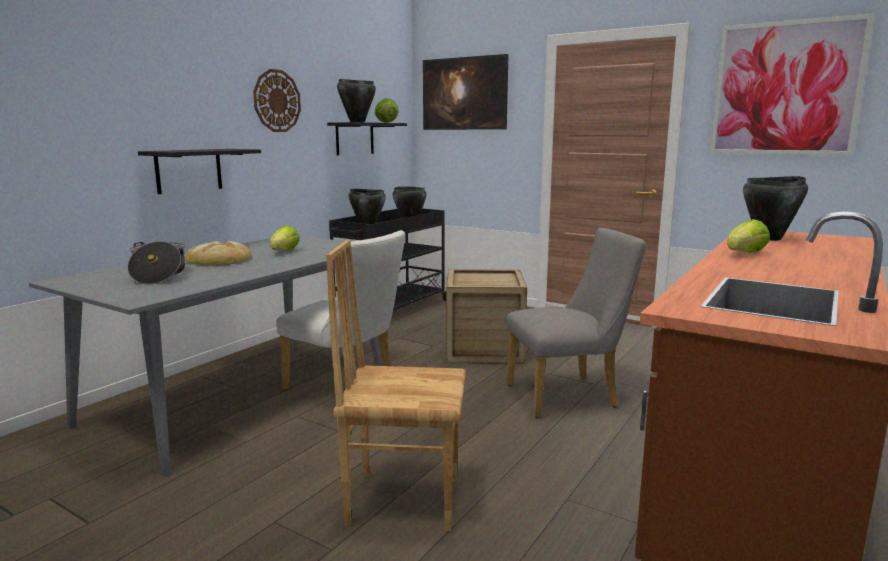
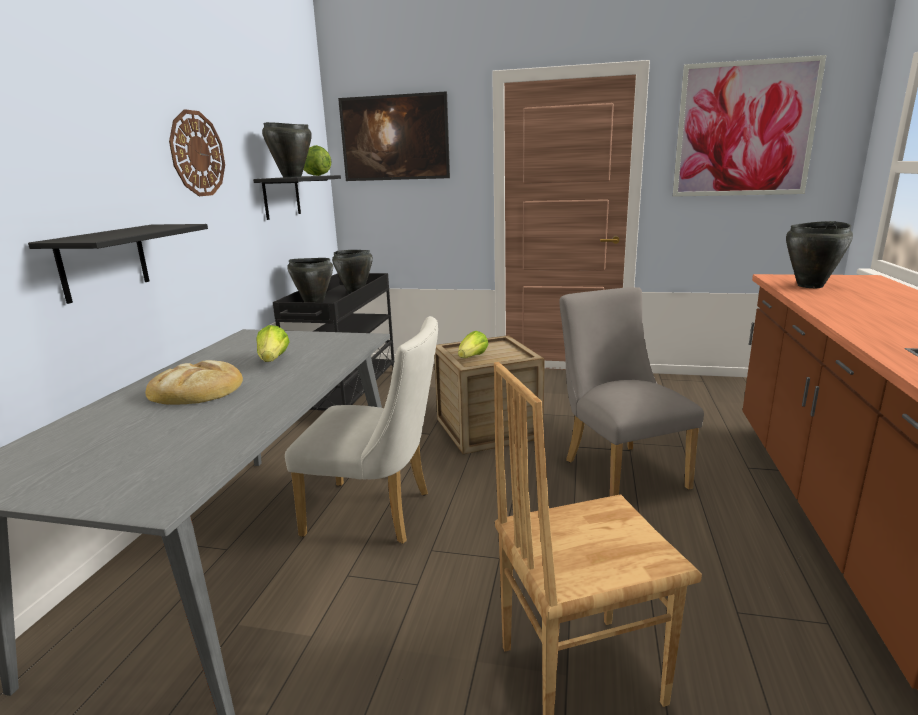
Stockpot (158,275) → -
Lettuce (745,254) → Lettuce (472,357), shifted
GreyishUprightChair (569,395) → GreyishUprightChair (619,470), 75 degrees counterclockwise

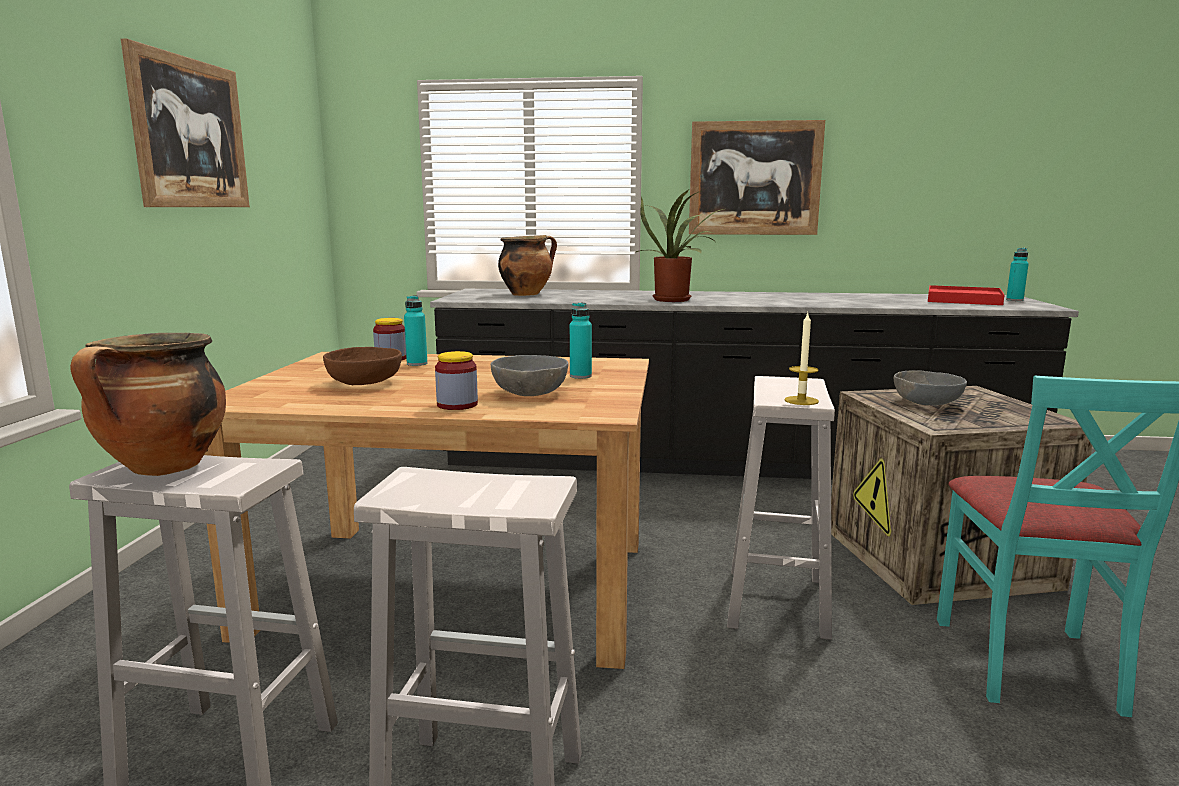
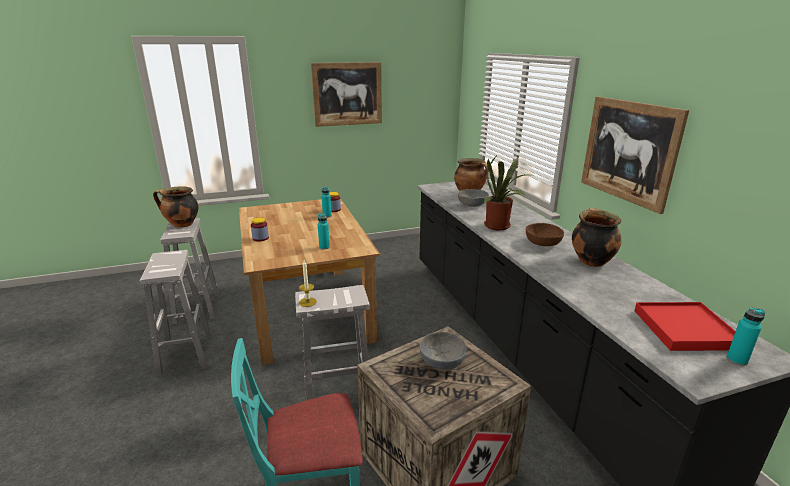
- → Stockpot (591,261)
BrownBowl (364,383) → BrownBowl (542,243), shifted
GreyishBowl (530,393) → GreyishBowl (472,205), shifted

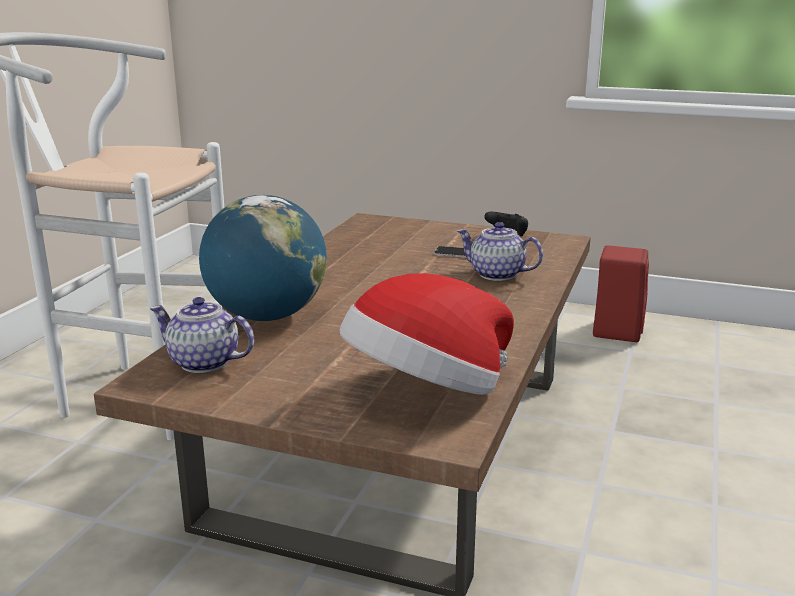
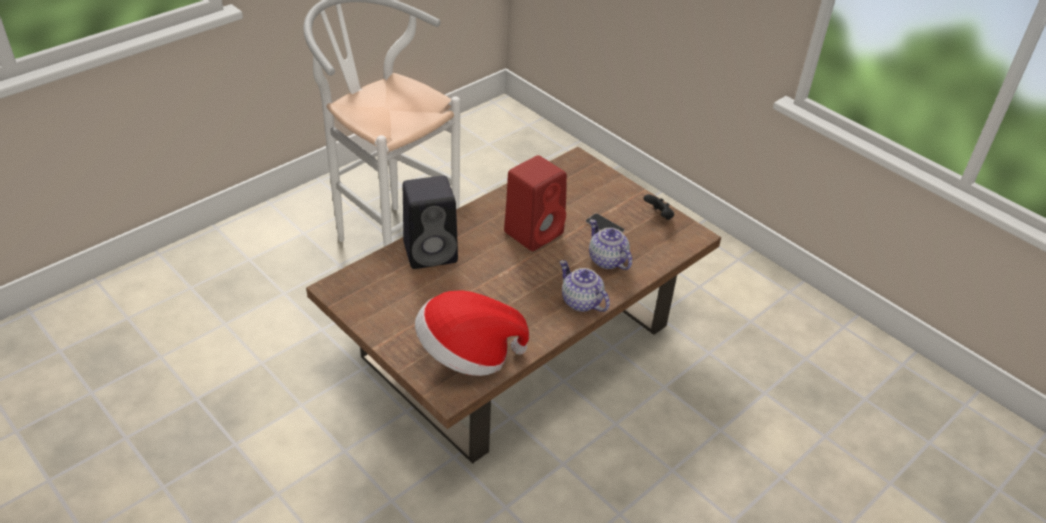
Teapot (203,362) → Teapot (580,301), shifted
RedLoudspeaker (617,330) → RedLoudspeaker (534,232), shifted
Globe (267,316) → BlackishLoudspeaker (432,252)

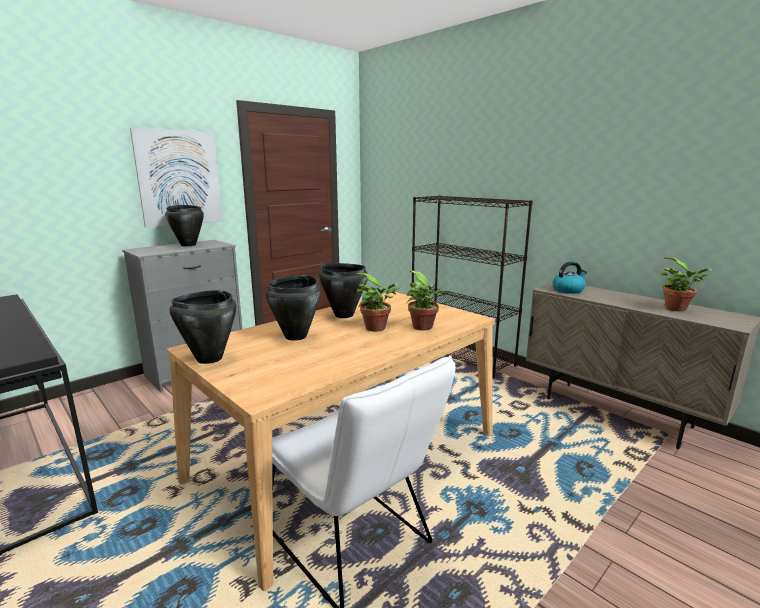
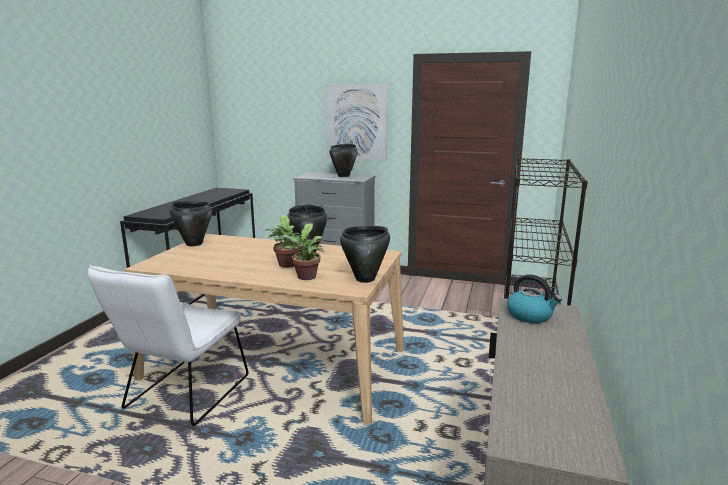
PottedPlant (678,309) → -
BlackishStockpot (296,336) → BlackishStockpot (365,279), shifted

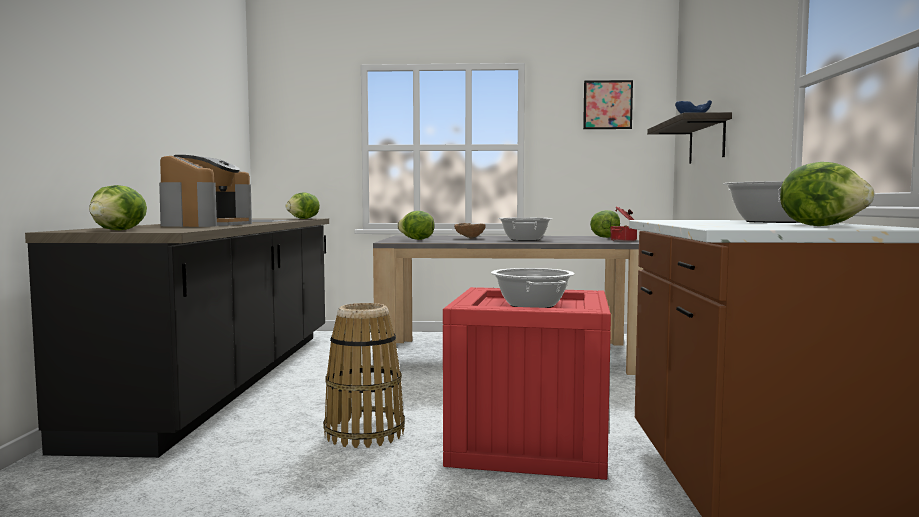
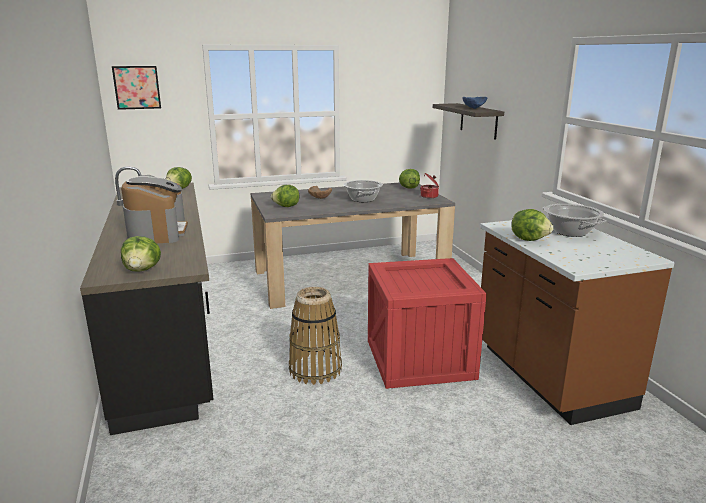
Stockpot (532,305) → -
Picture (607,105) → Picture (137,87), shifted
Lettuce (822,226) → Lettuce (529,239), shifted

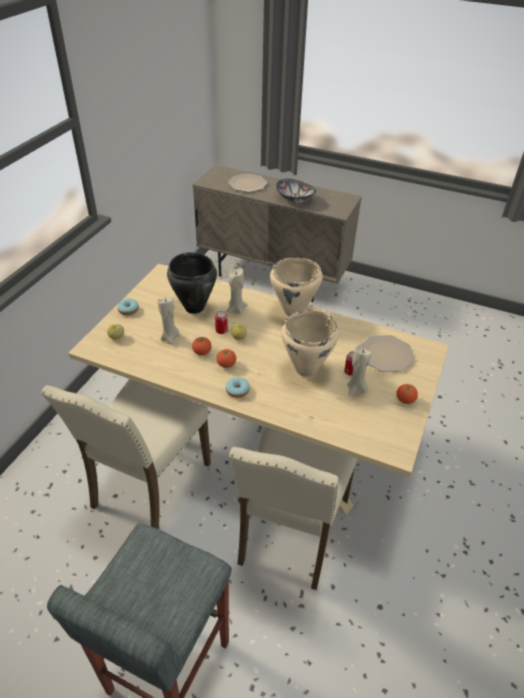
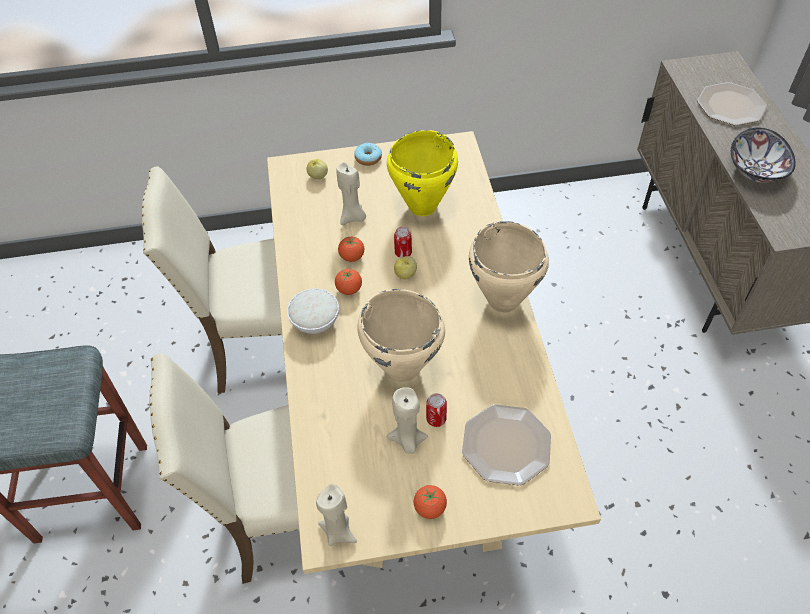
BeigeWaxCandle (236,309) → BeigeWaxCandle (338,531), shifted
Doughnut (237,390) → WhiteColouredBowl (315,322)
BlackishStockpot (194,308) → YellowishStockpot (422,206)

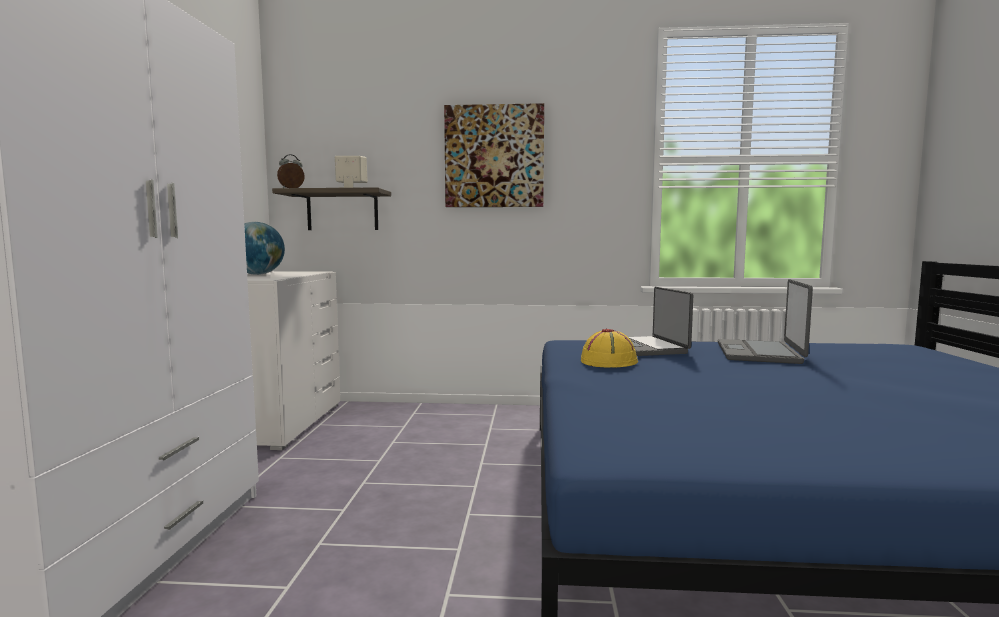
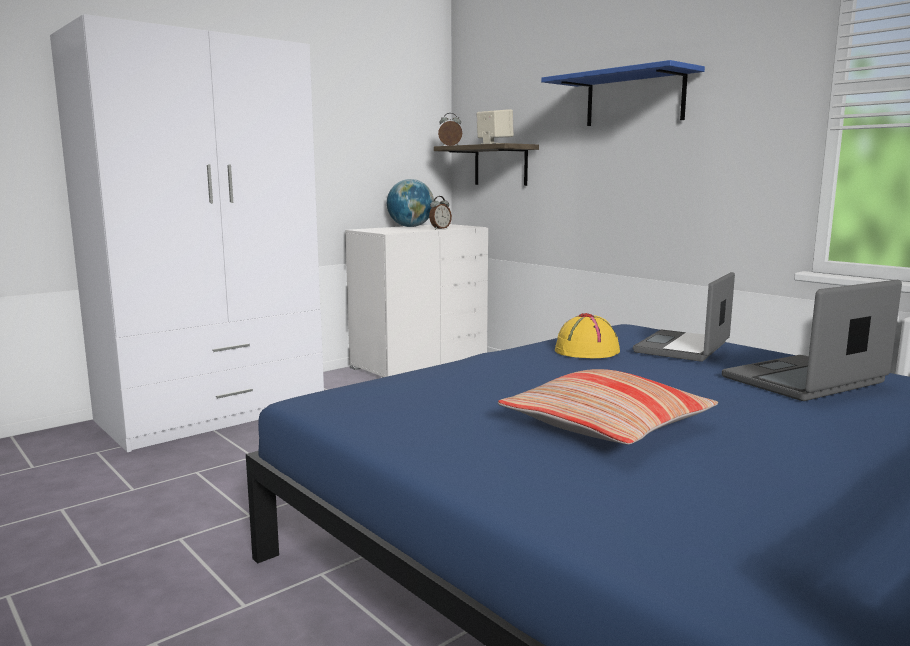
- → BedsideClock (440,228)
- → Cushion (606,426)
Picture (494,157) → BluishShelf (634,99)

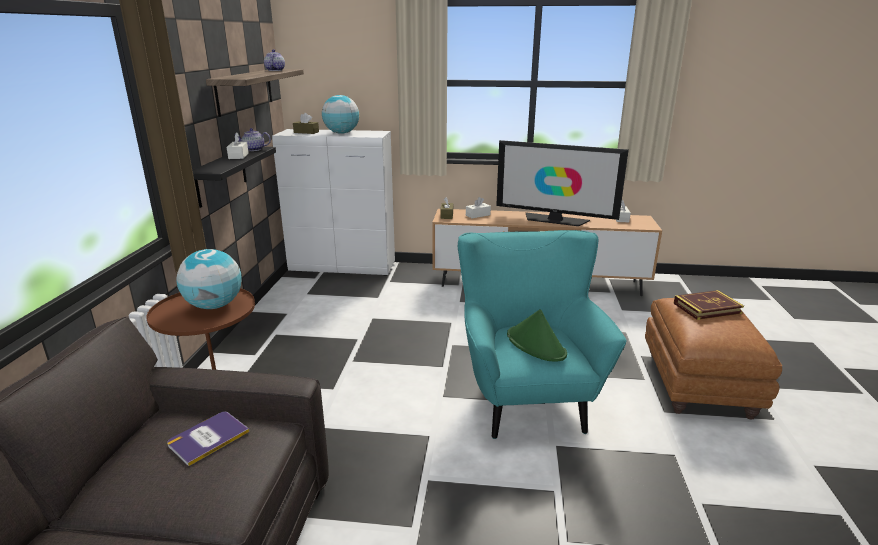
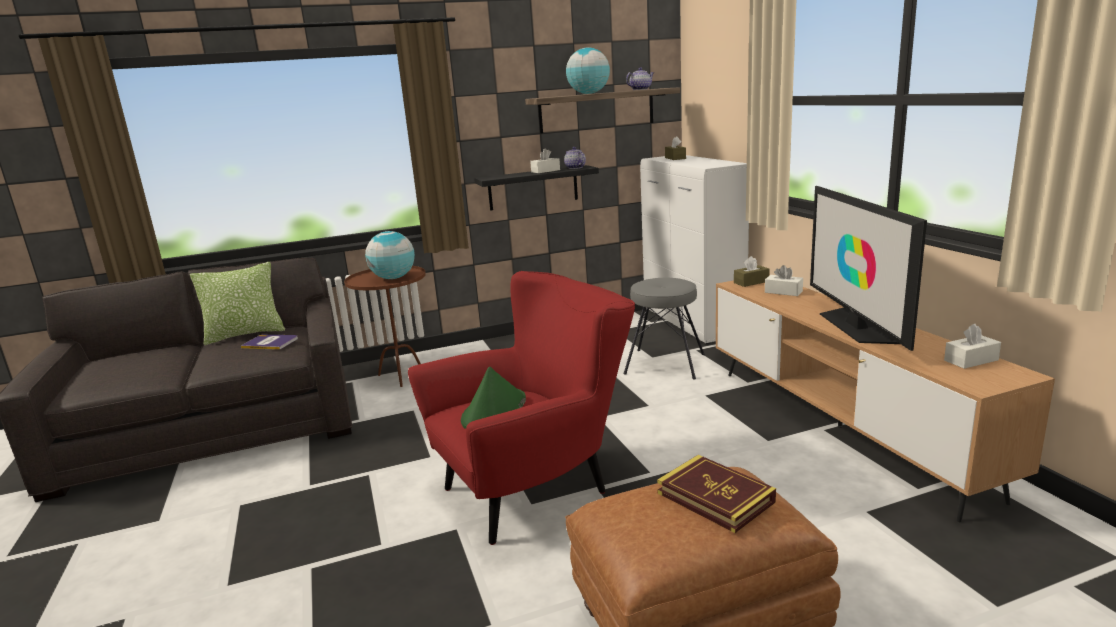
- → Cushion (245,334)
- → GreyishSittingStool (665,363)
Globe (341,133) → Globe (588,93), shifted
TurquoiseArmchair (525,395) → RedArmchair (537,487)

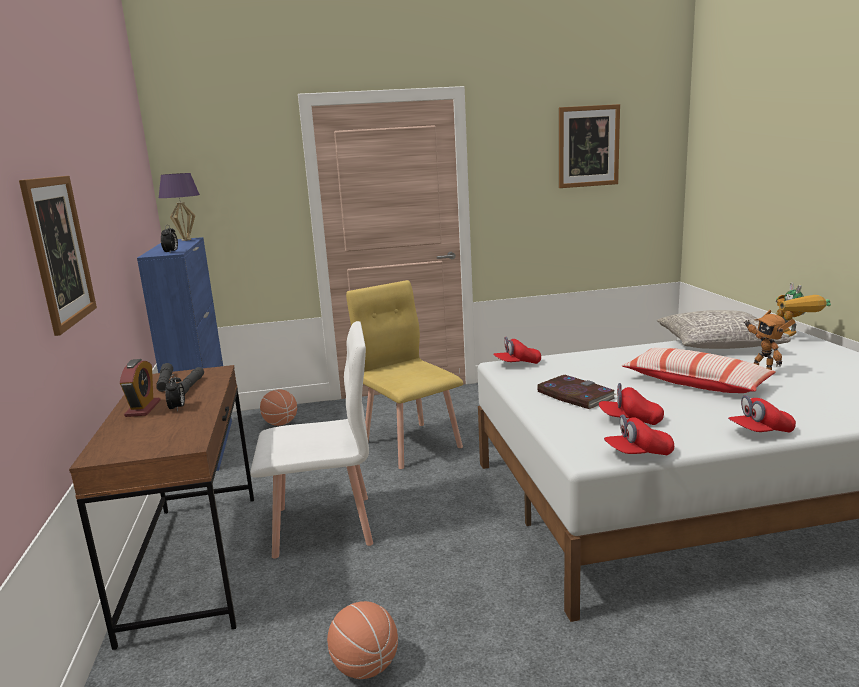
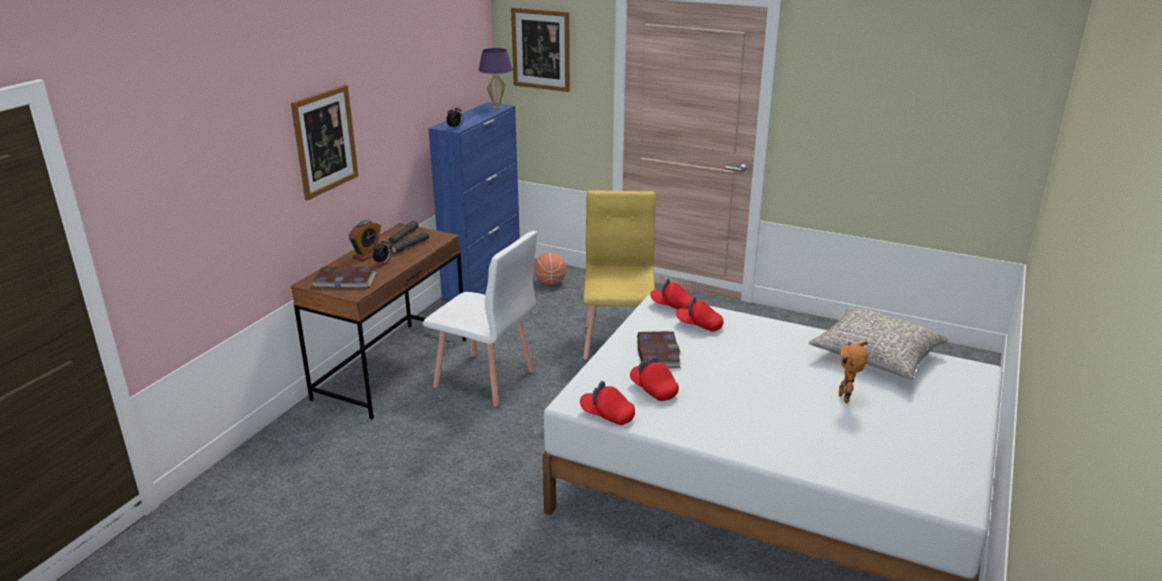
BasketballBall (365,667) → -
Cushion (695,383) → -
ToyRobot (794,338) → -
- → Volume (345,280)
Picture (588,146) → Picture (541,49), shifted
RedBaseballCap (760,432) → RedBaseballCap (699,325), shifted

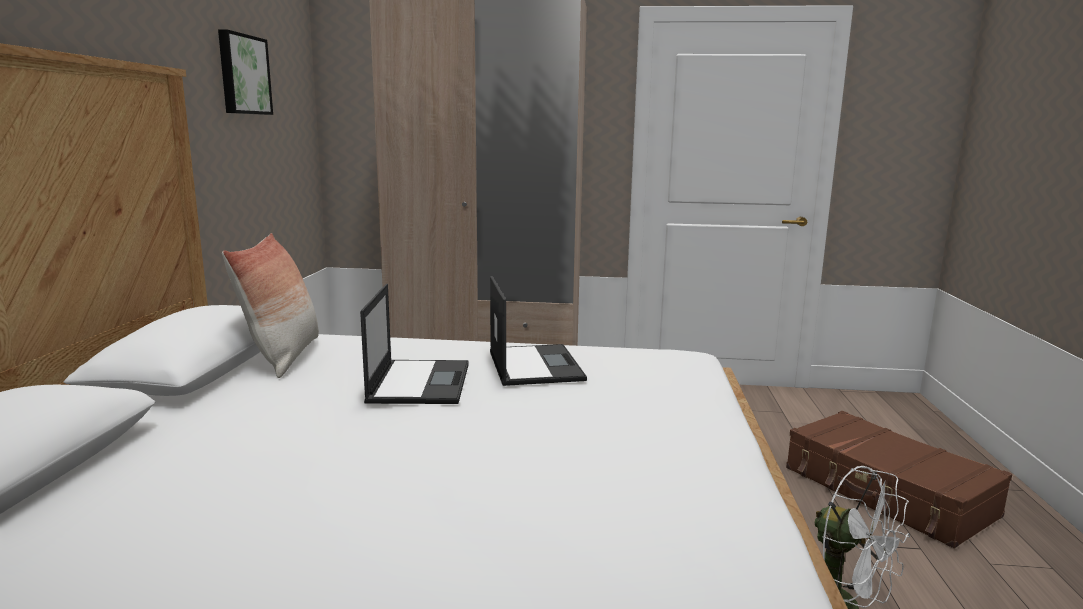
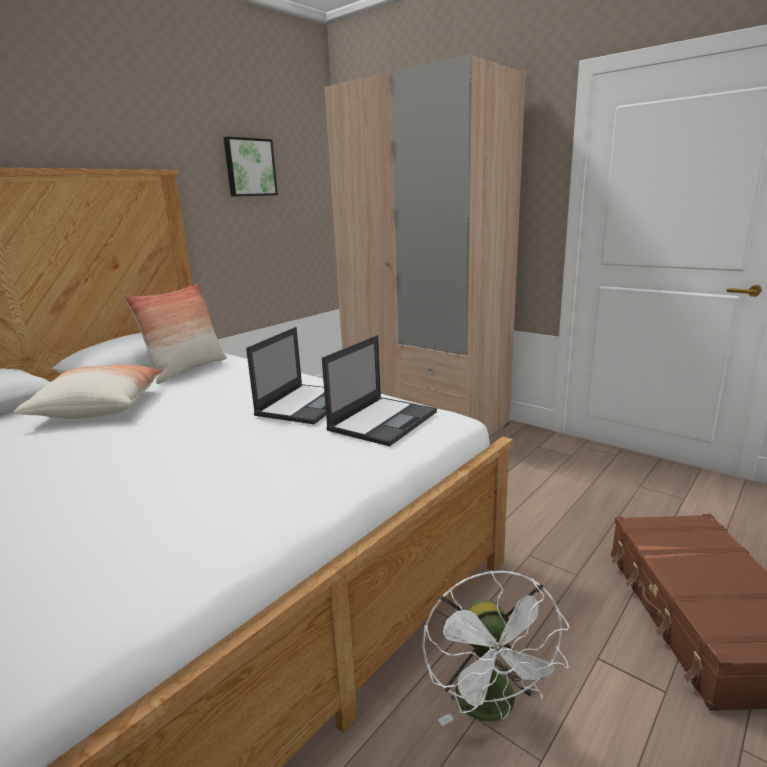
- → Cushion (100,407)
NotebookComputer (420,382) → NotebookComputer (383,420), shifted

